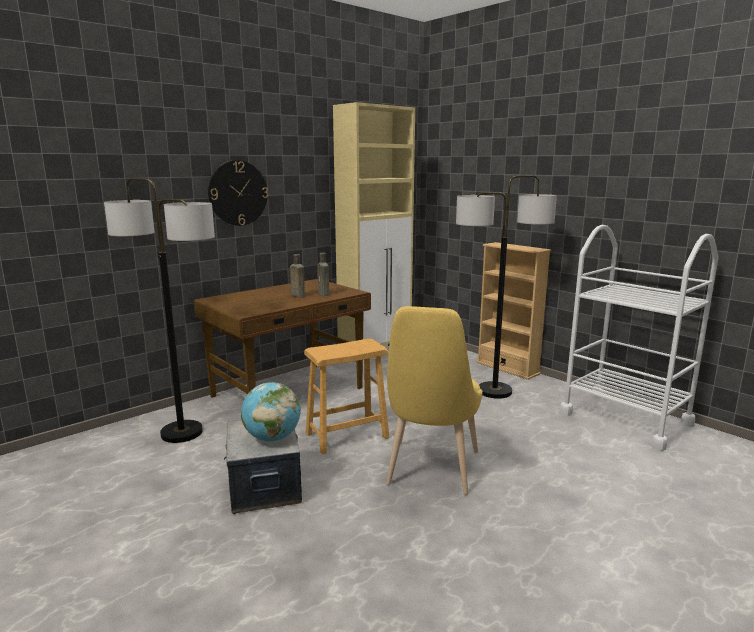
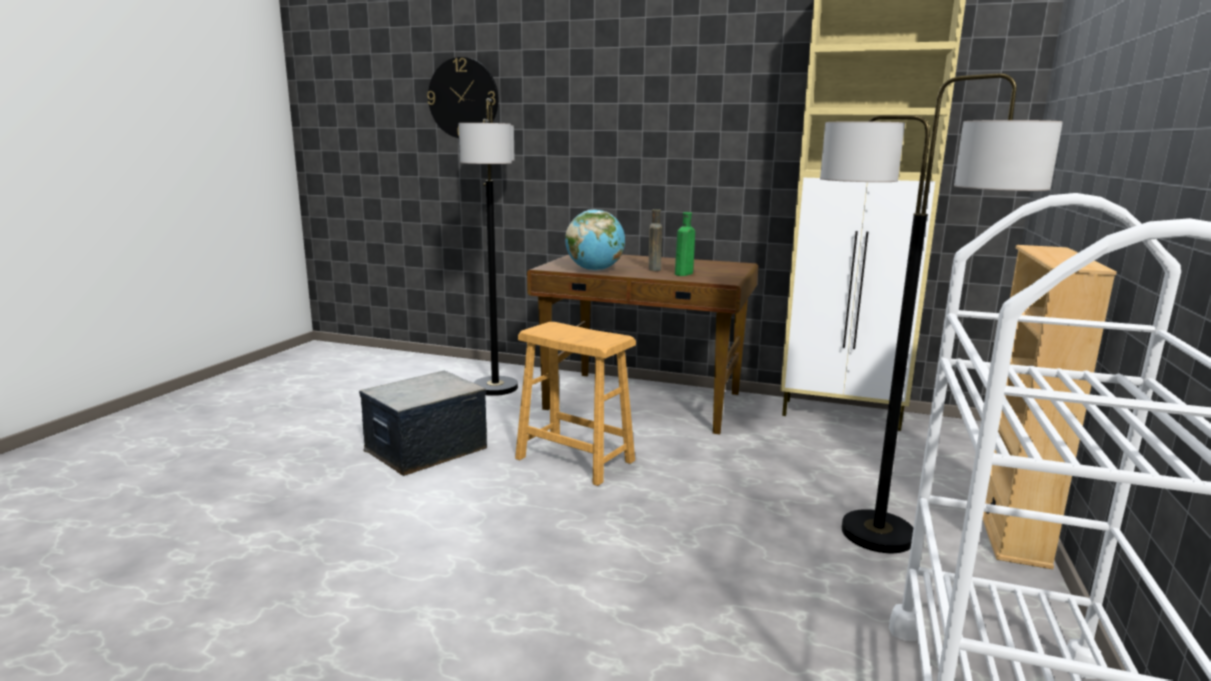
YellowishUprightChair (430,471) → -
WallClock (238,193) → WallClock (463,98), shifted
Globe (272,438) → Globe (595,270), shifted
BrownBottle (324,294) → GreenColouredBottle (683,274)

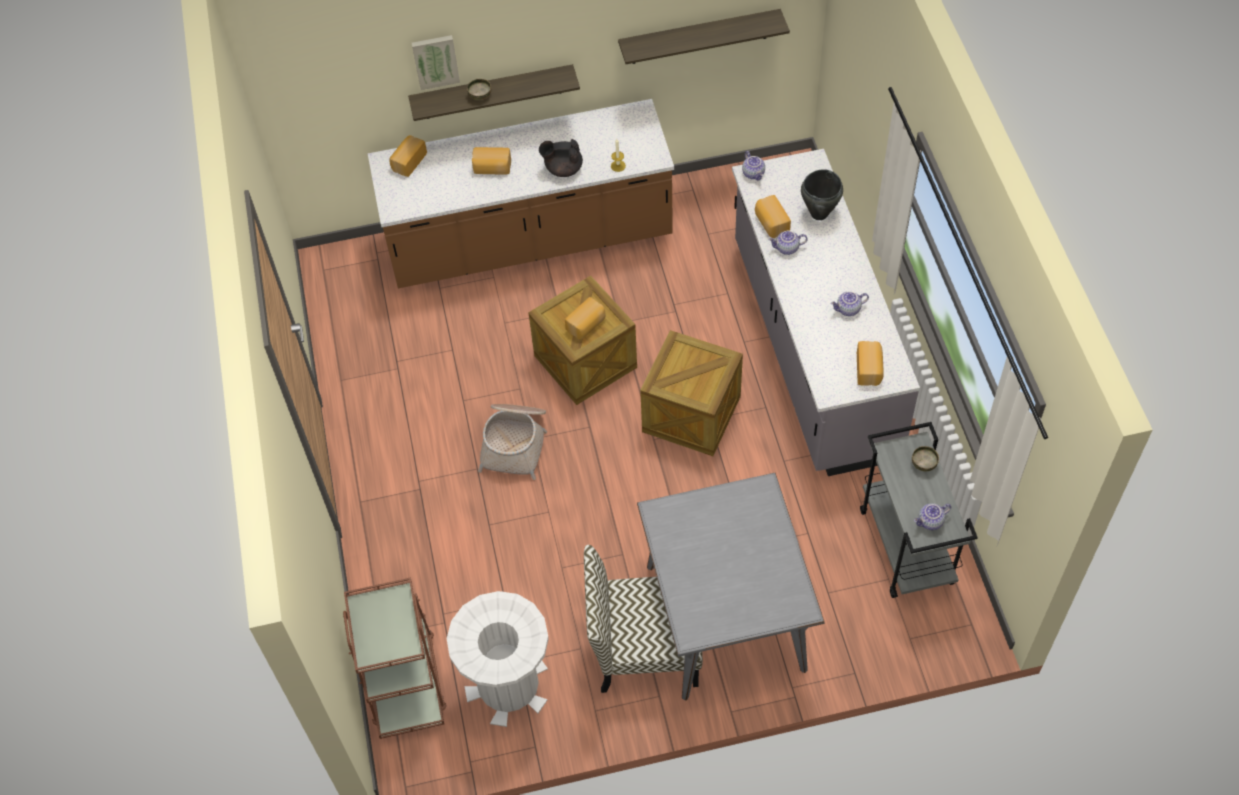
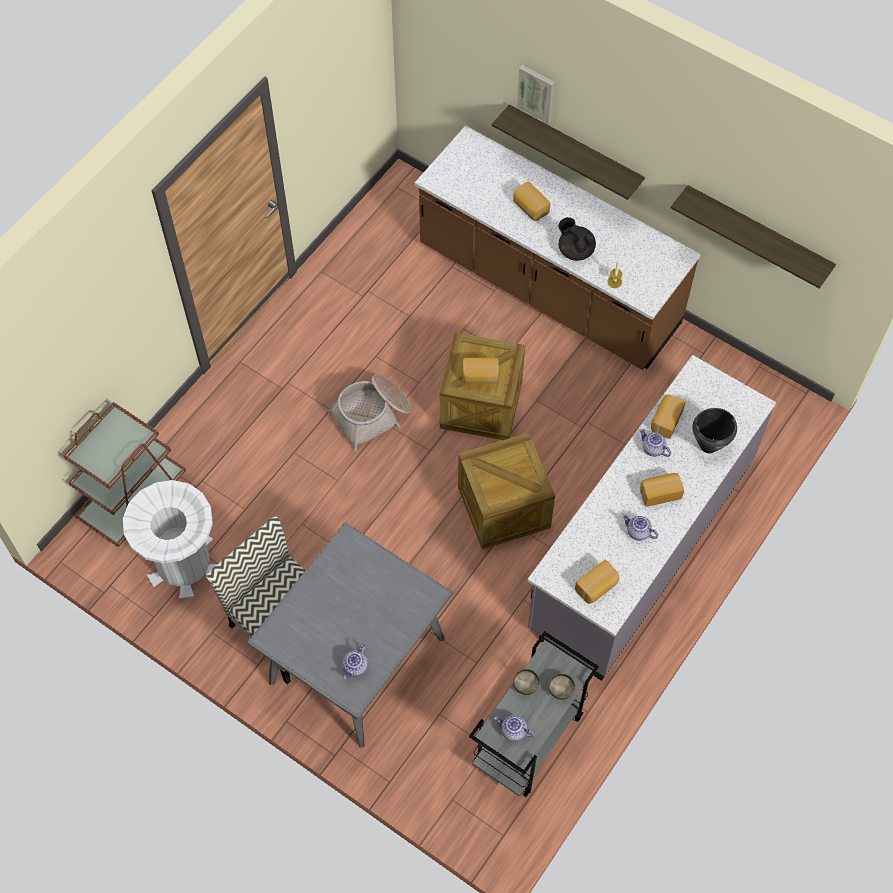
BakedBread (408,161) → BakedBread (660,492), shifted
Bowl (480,95) → Bowl (525,684), shifted
Teapot (754,173) → Teapot (356,667), shifted

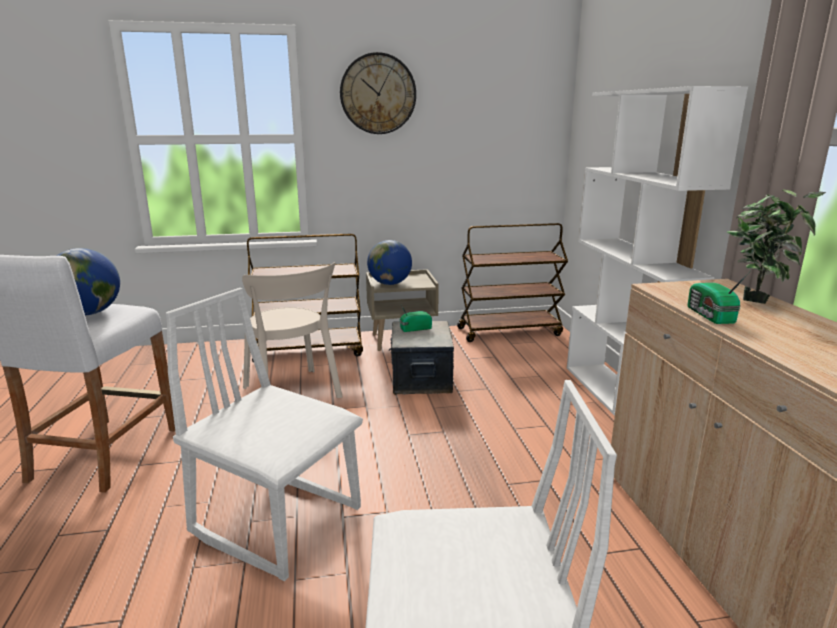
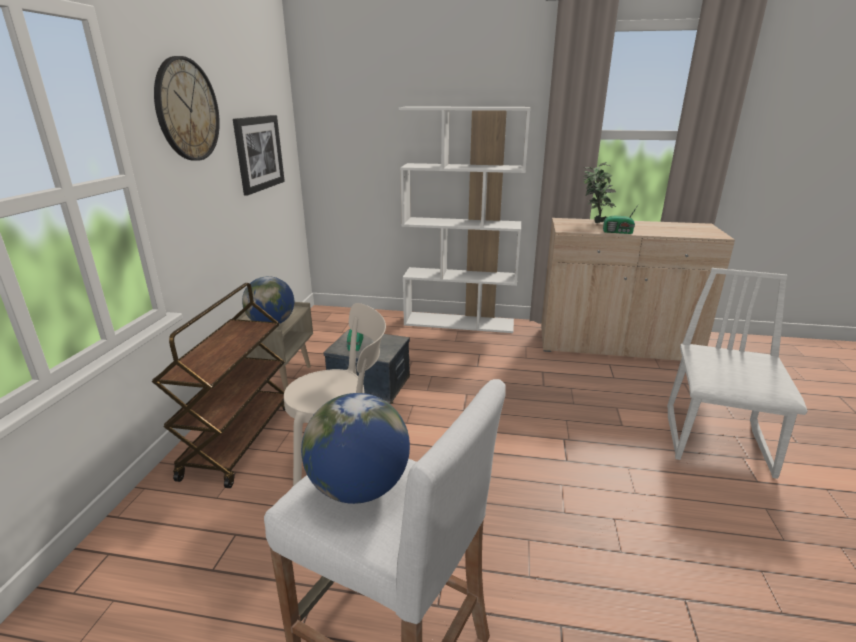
WhiteColouredUprightChair (278,520) → -
BrownWheeledCart (509,331) → -
- → Picture (258,153)

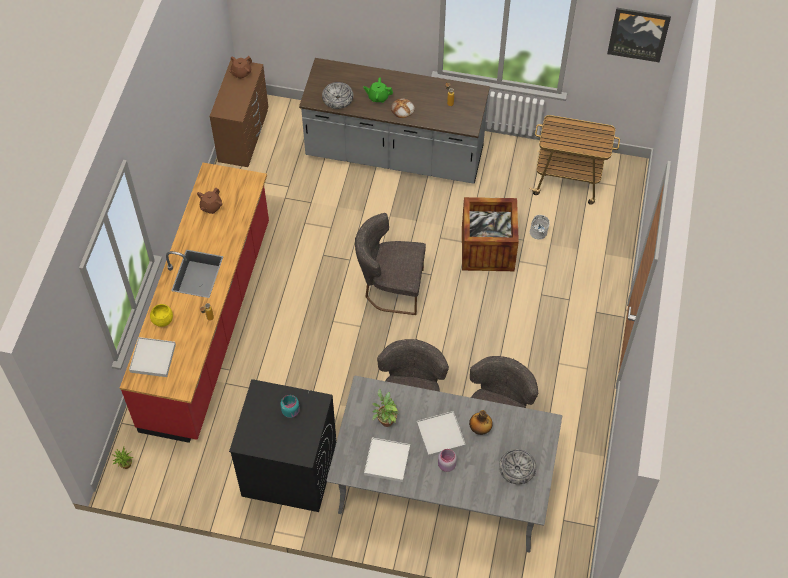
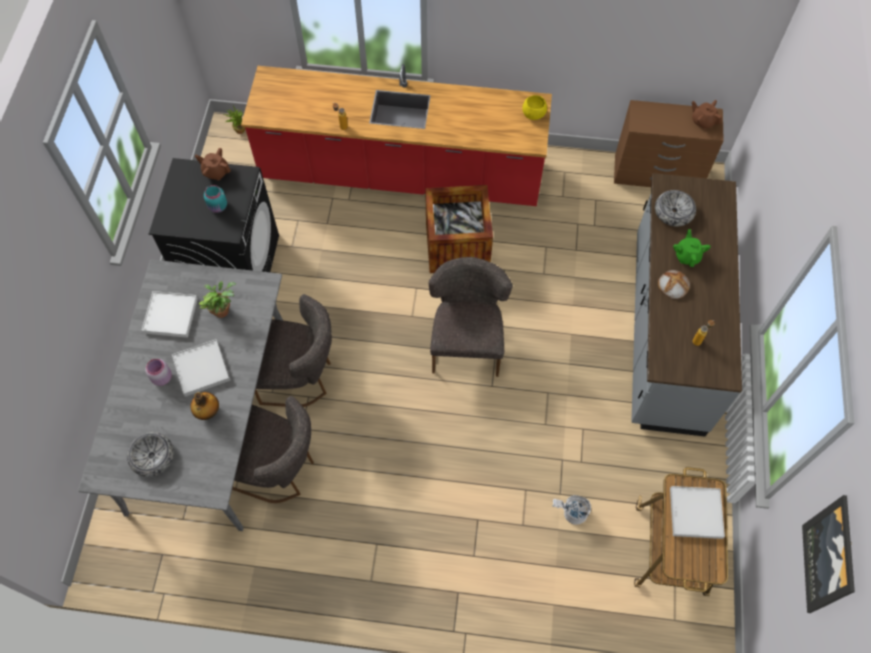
WhiteColouredServingTray (153,358) → WhiteColouredServingTray (696,513), shifted
YellowishBowl (162,320) → YellowishBowl (533,114), shifted
BrownTeapot (211,207) → BrownTeapot (216,172), shifted
PackingCrate (487,249) → PackingCrate (457,245), shifted

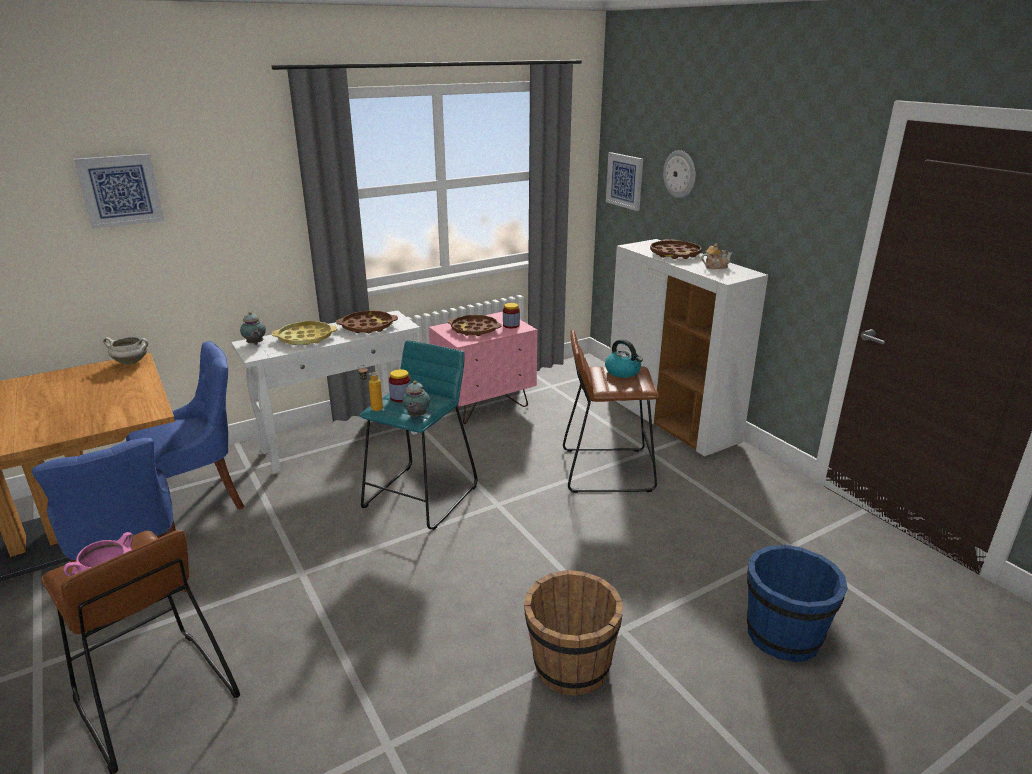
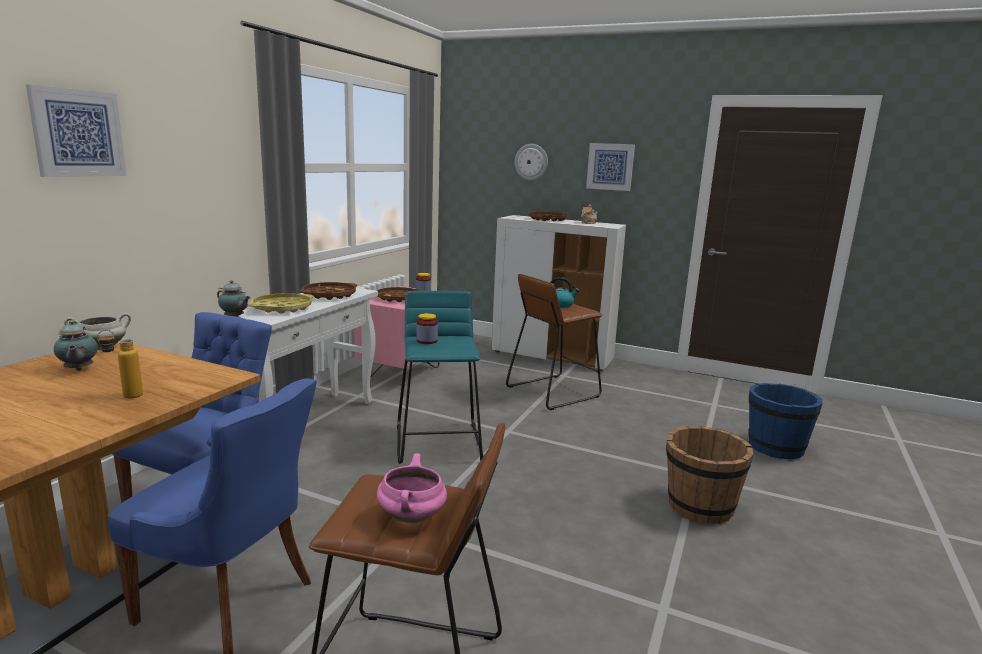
Bottle (372,408) → Bottle (124,396), shifted
Teapot (416,416) → Teapot (78,370), shifted
Picture (625,181) → Picture (610,166), shifted

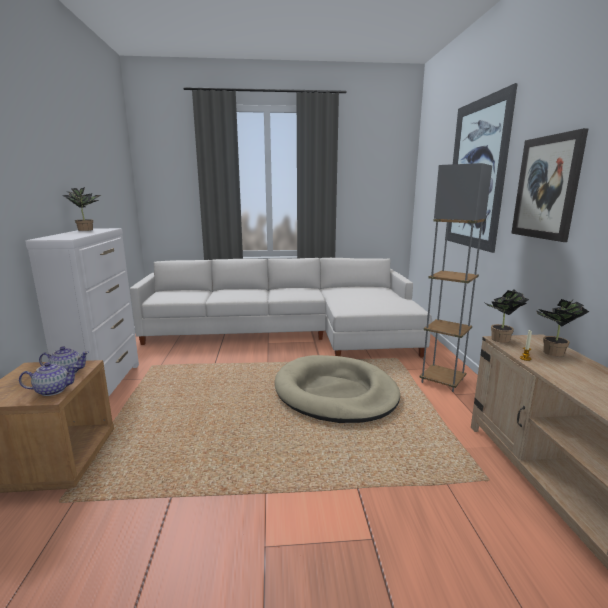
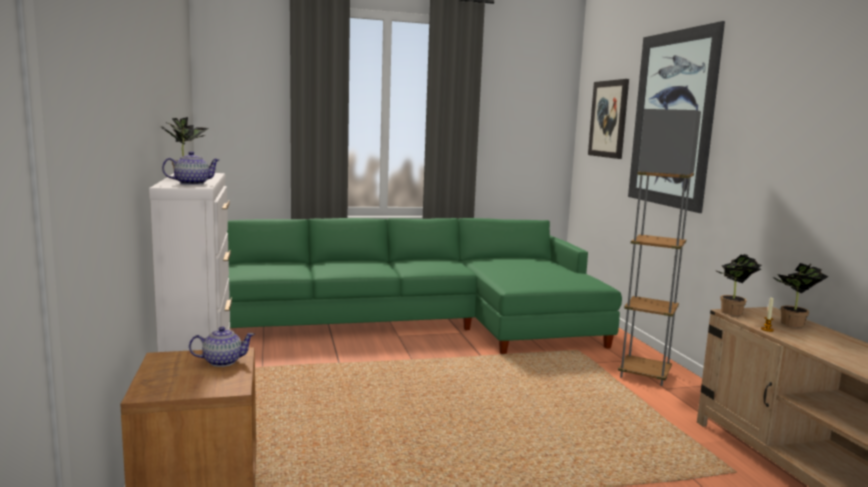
BeigePetBed (335,393) → -
Teapot (52,390) → Teapot (191,183), shifted
Picture (546,188) → Picture (608,119), shifted
WhiteColouredSofa (291,333) → GreenColouredSofa (423,322)

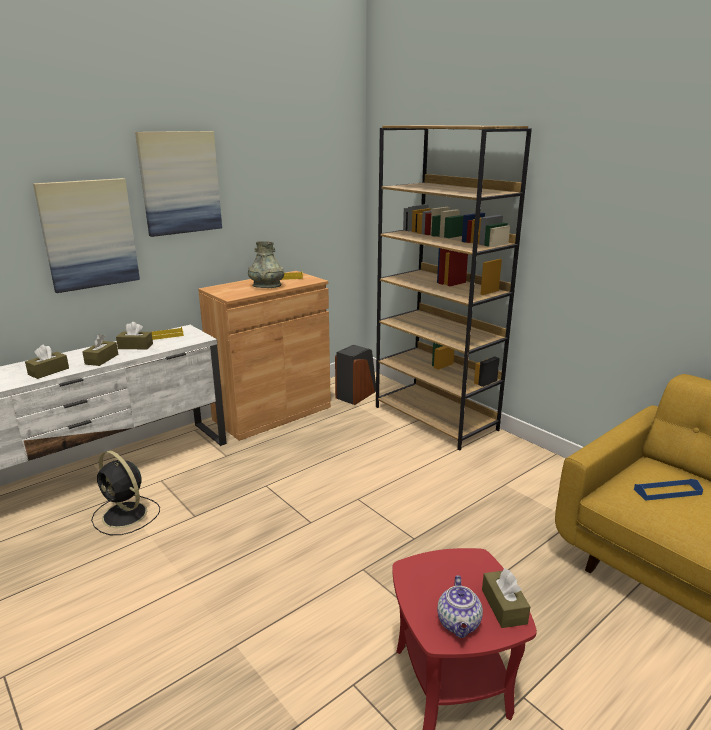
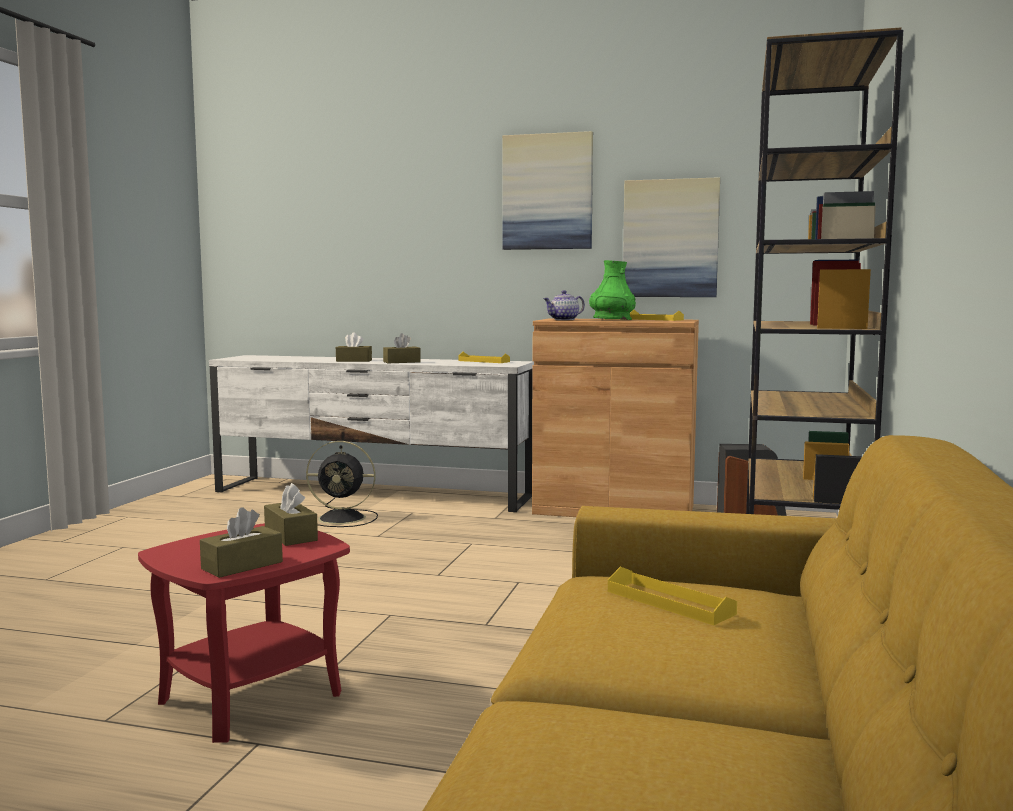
Picture (89,234) → Picture (670,238), shifted
BrownTissueHolder (135,346) → BrownTissueHolder (290,536), shifted
Teapot (459,624) → Teapot (563,320), shifted
GreyishDecorativeVase (267,286) → GreenColouredDecorativeVase (612,320)
BluishServingTray (667,492) → YellowishServingTray (669,602)
BlackishElectricFan (126,515) → BlackishElectricFan (344,518), 90 degrees counterclockwise

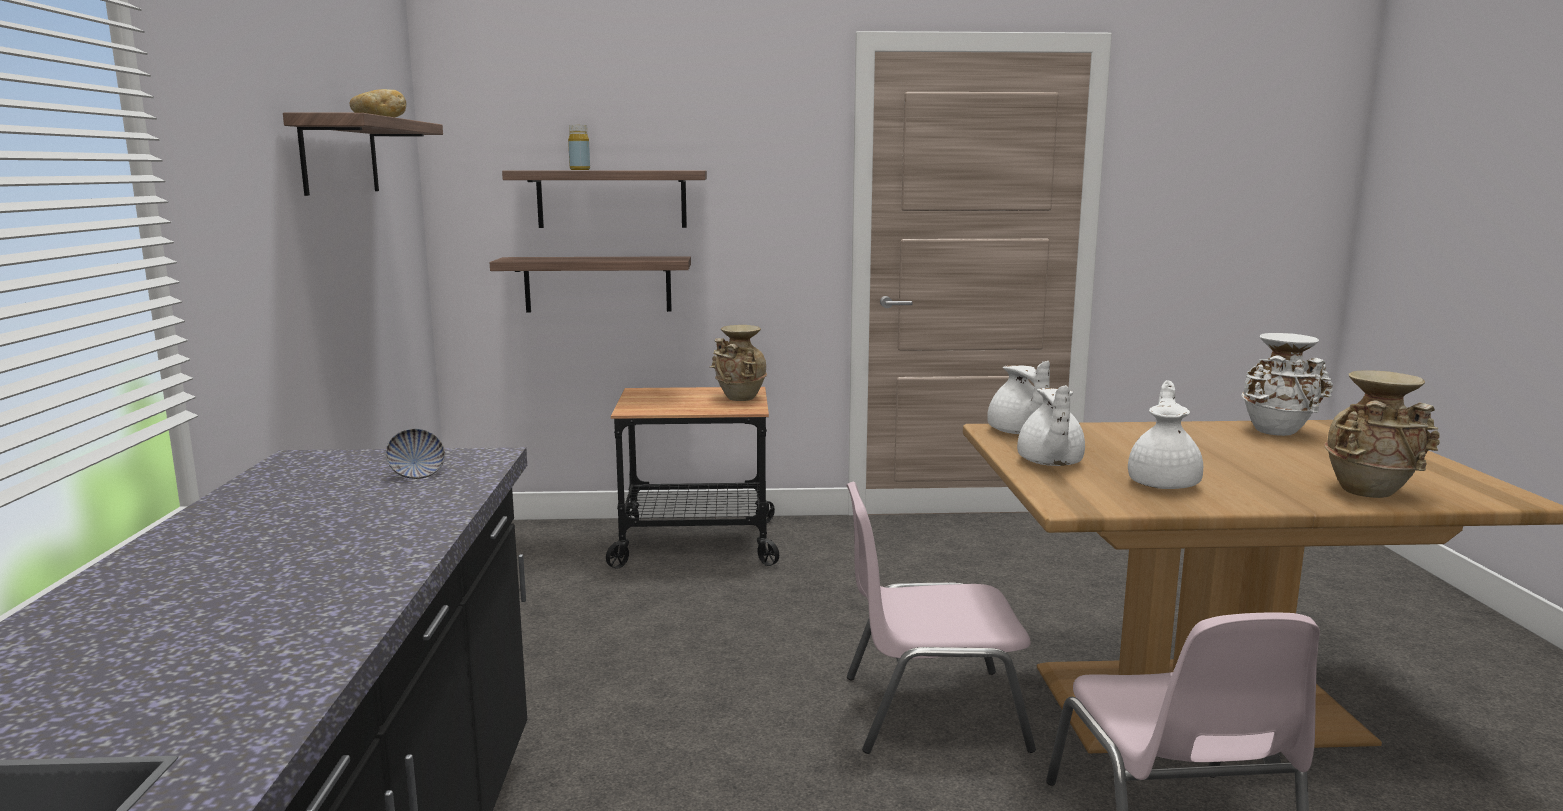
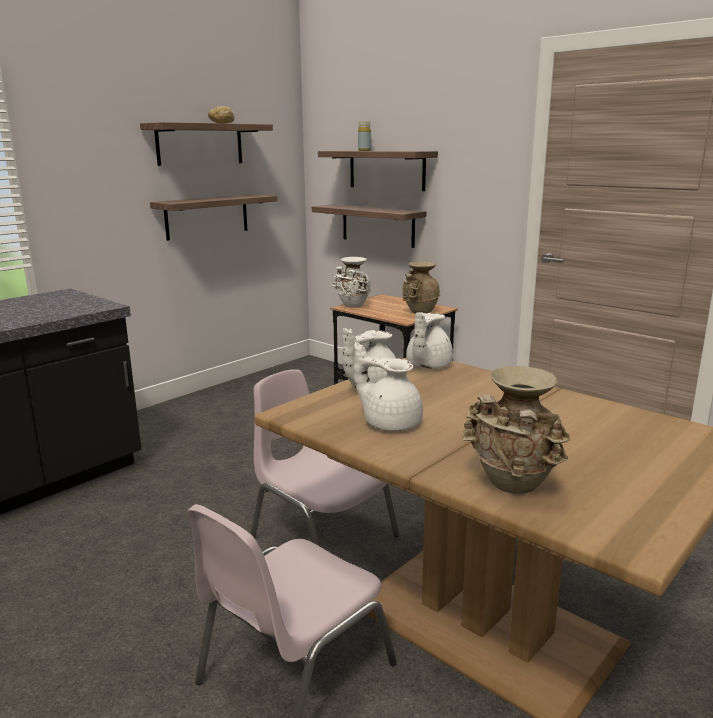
Bowl (417,474) → -
- → Shelf (207,216)
WhiteColouredDecorativeVase (1278,432) → WhiteColouredDecorativeVase (352,306), shifted
WhiteColouredTeapot (1164,483) → WhiteColouredTeapot (390,422), 120 degrees counterclockwise

